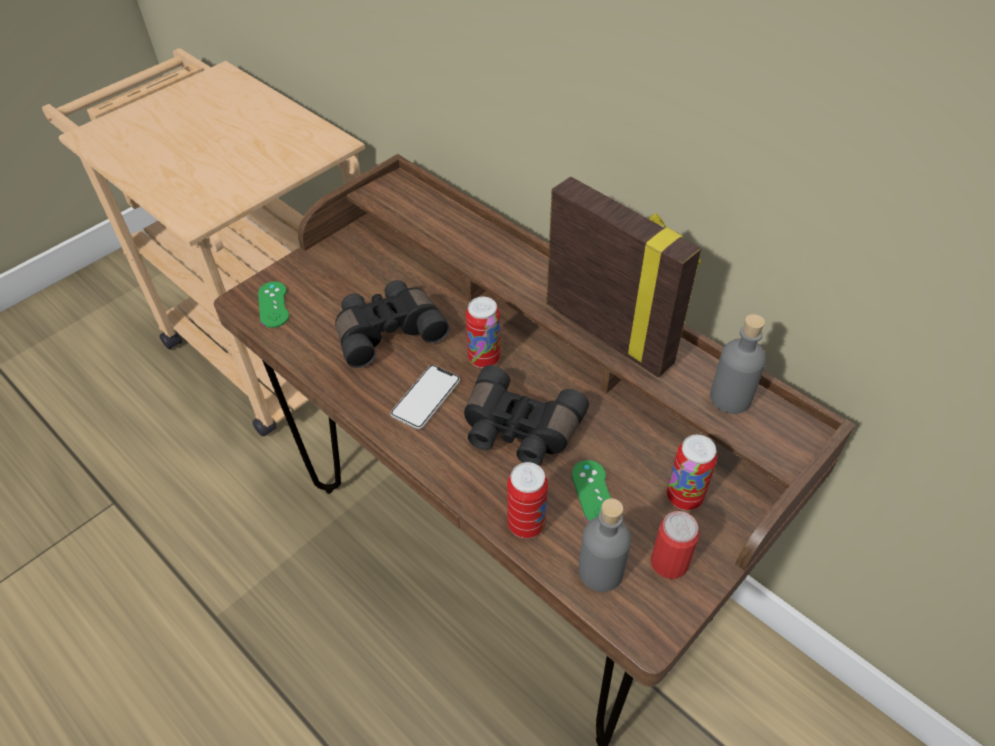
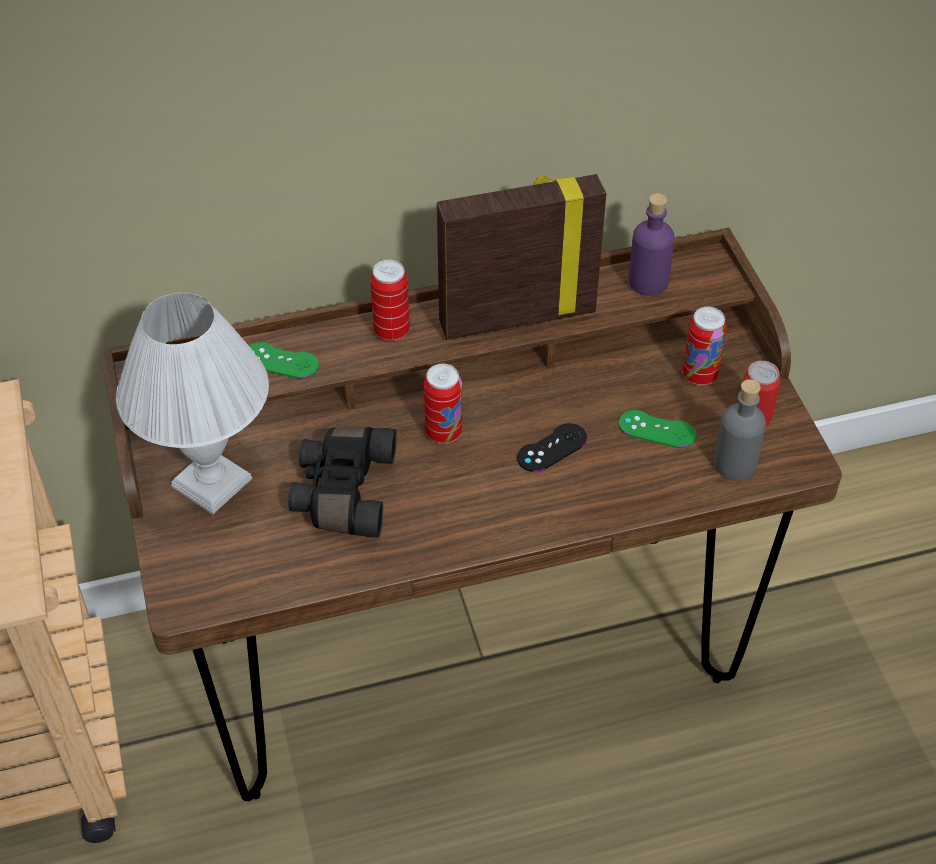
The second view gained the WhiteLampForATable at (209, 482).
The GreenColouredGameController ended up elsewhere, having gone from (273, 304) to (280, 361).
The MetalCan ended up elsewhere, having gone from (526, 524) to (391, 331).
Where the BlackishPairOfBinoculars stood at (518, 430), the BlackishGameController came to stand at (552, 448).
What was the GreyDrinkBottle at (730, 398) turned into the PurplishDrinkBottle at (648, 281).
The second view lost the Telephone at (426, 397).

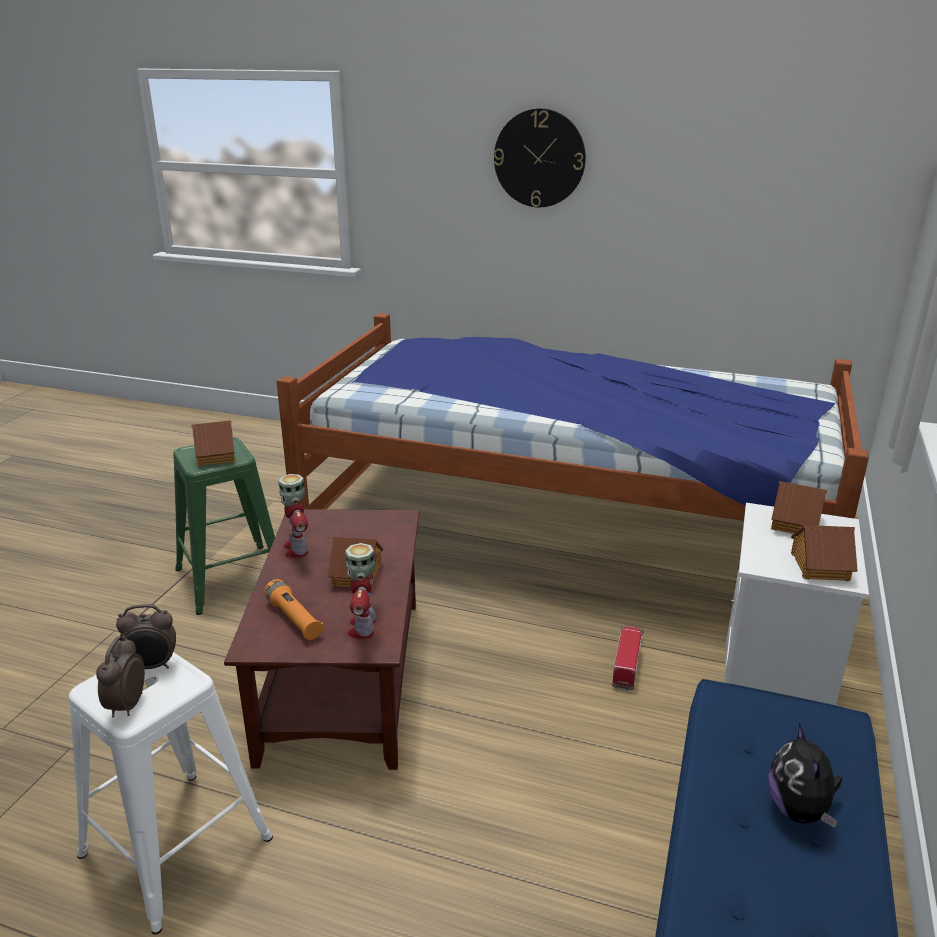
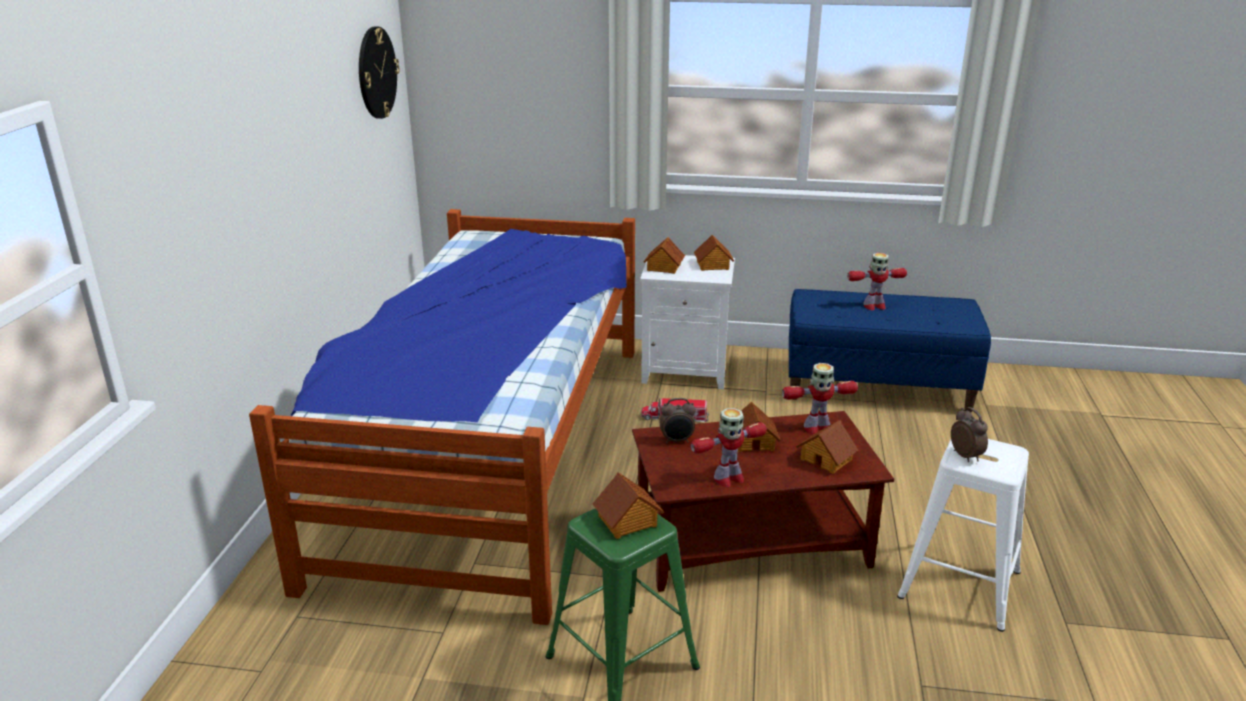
The HangingClock ended up elsewhere, having gone from (539, 158) to (376, 73).
The TableClock ended up elsewhere, having gone from (126, 705) to (677, 441).
Where the OrangeColouredFlashlight stood at (294, 619), the MiniatureHouse came to stand at (826, 459).
Where the SoftToy stood at (799, 810), the RobotFigure came to stand at (874, 306).

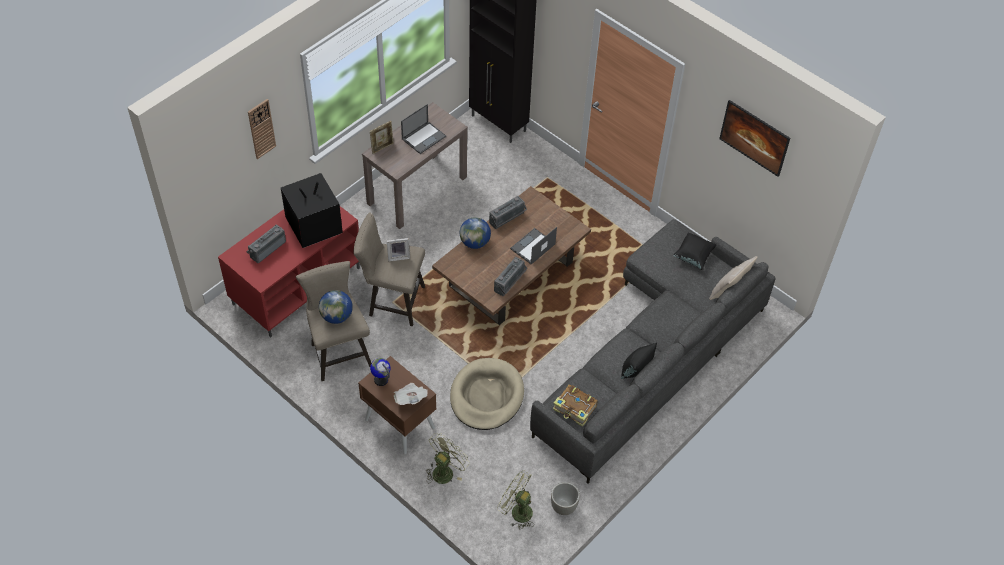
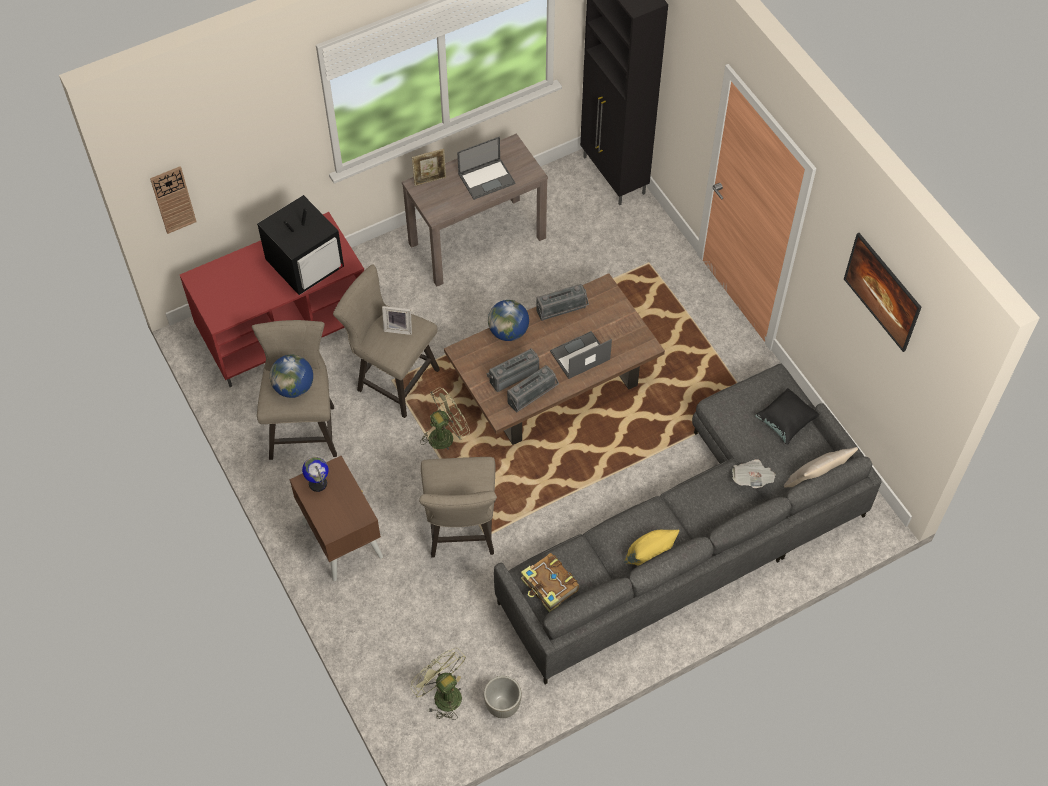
The HangingClock ended up elsewhere, having gone from (261, 128) to (173, 199).
The Television at (313, 227) ended up facing another way, 150 degrees clockwise from before.
Where the BeigeDogCushion stood at (486, 396), the BeigeStoolSeat came to stand at (461, 534).
The GreenColouredElectricFan ended up elsewhere, having gone from (445, 470) to (445, 435).
The RadioReceiver ended up elsewhere, having gone from (266, 248) to (513, 374).
What was the BlackishPillow at (636, 370) turned into the YellowColouredPillow at (649, 556).
The PrintedPaper ended up elsewhere, having gone from (410, 399) to (752, 479).

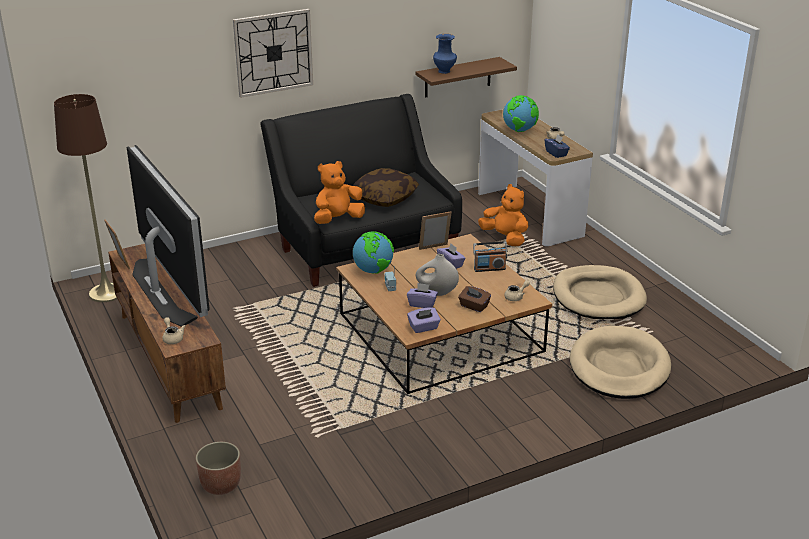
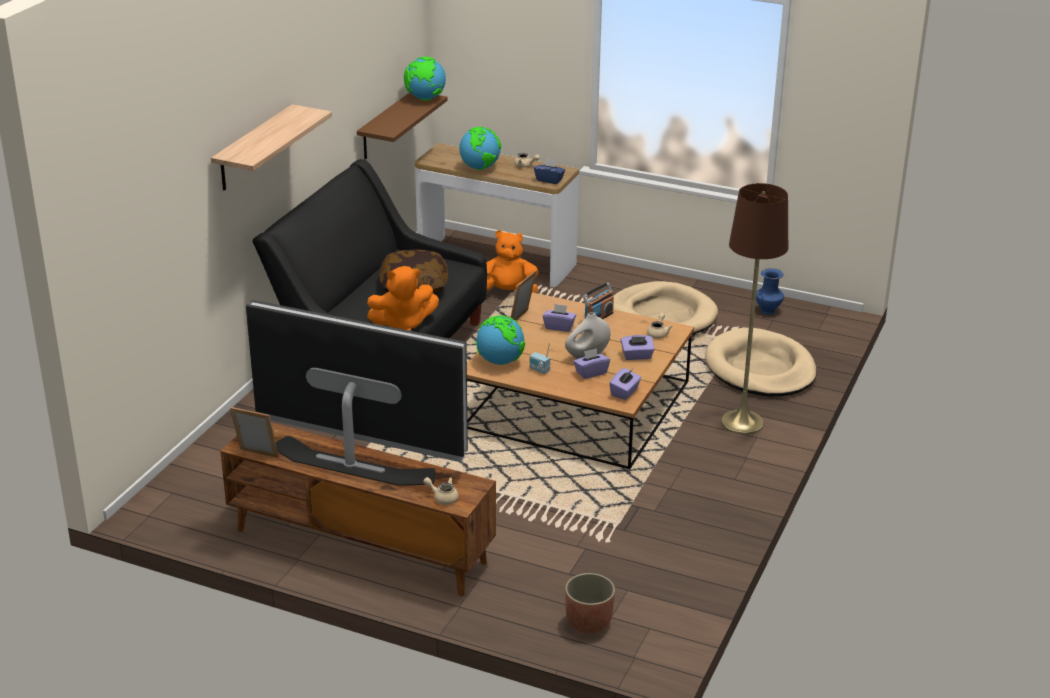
Where the HangingClock hung at (273, 52), the WallShelf came to hang at (254, 148).
The OrangeColouredSoftToy at (338, 219) ended up facing another way, 120 degrees counterclockwise from before.
The second view gained the WorldGlobe at (425, 99).
What was the BrownColouredTissueHolder at (474, 306) turned into the PurplishTissueHolder at (637, 356).
The BrownColouredFloorLamp ended up elsewhere, having gone from (106, 293) to (742, 422).
The BlueColouredFlowerVase ended up elsewhere, having gone from (445, 71) to (768, 311).

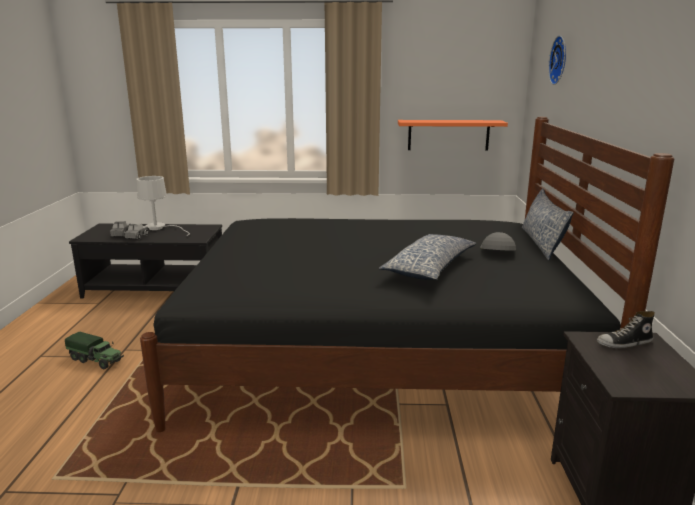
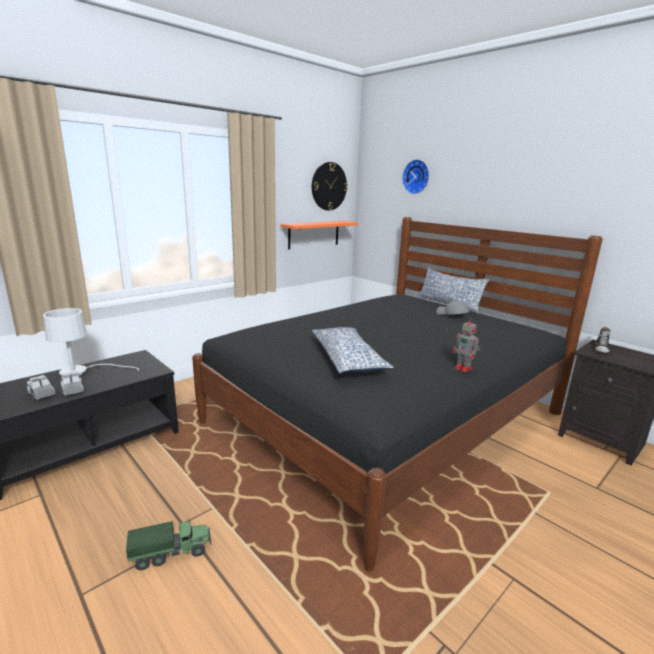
The Pillow ended up elsewhere, having gone from (430, 268) to (347, 359).
The second view gained the HangingClock at (329, 186).
The second view gained the RobotFigure at (464, 368).

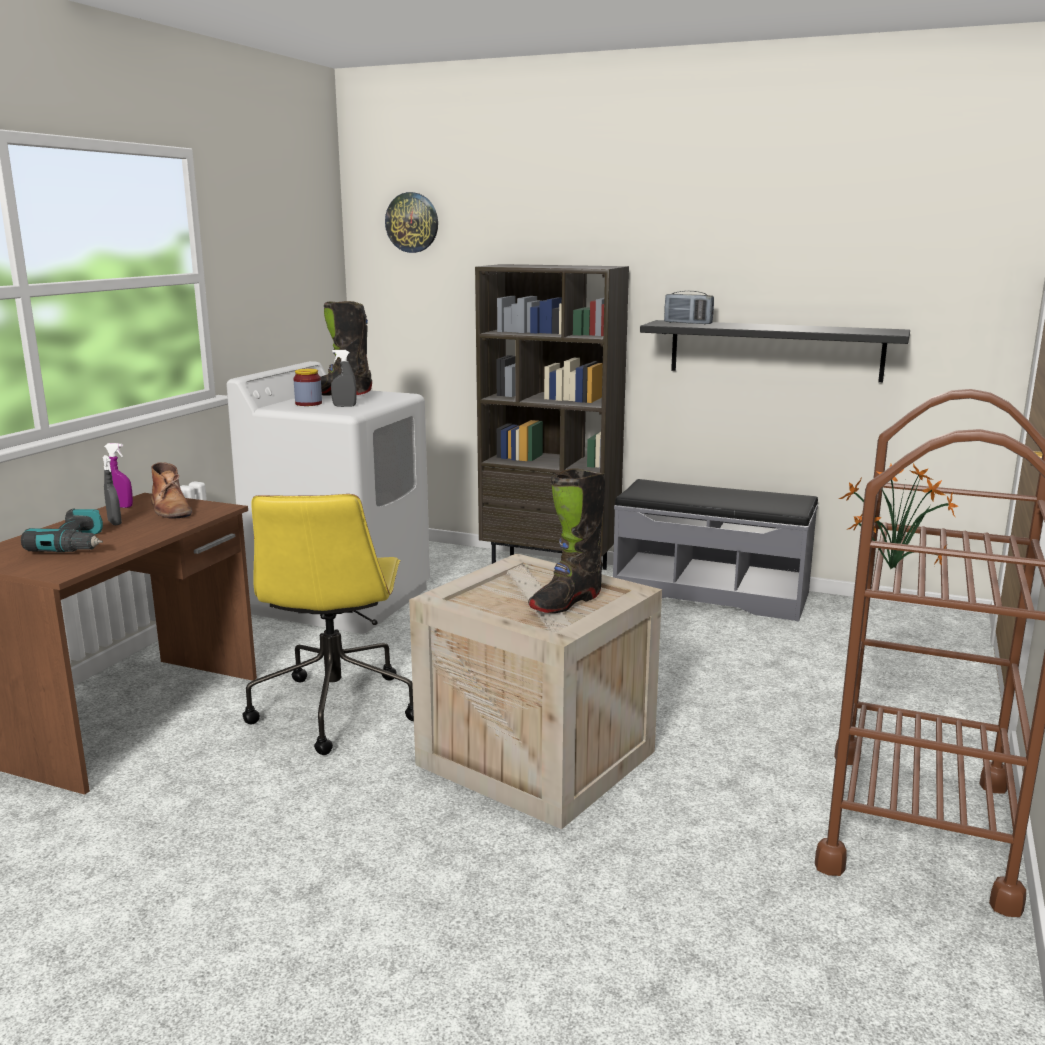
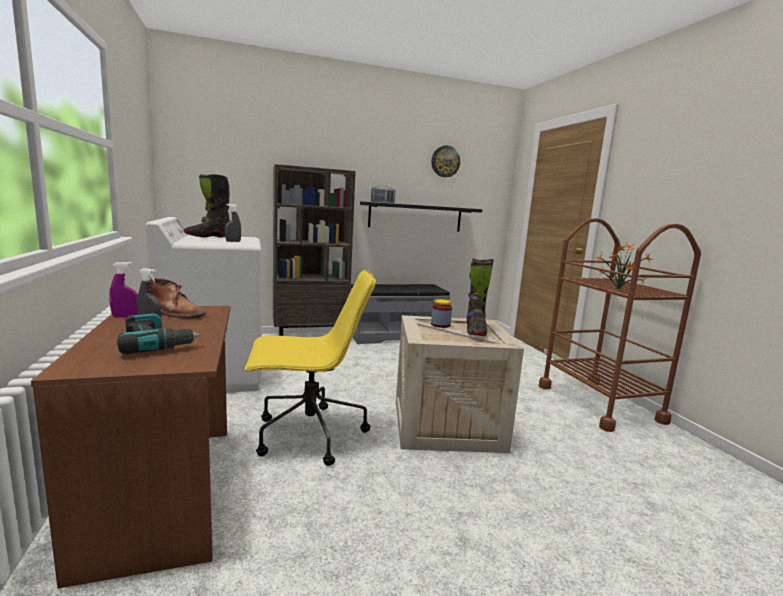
The YellowColouredDeskChair at (335, 708) ended up facing another way, 60 degrees counterclockwise from before.
The HangingClock ended up elsewhere, having gone from (412, 222) to (445, 161).
The PreserveJar ended up elsewhere, having gone from (308, 403) to (440, 325).

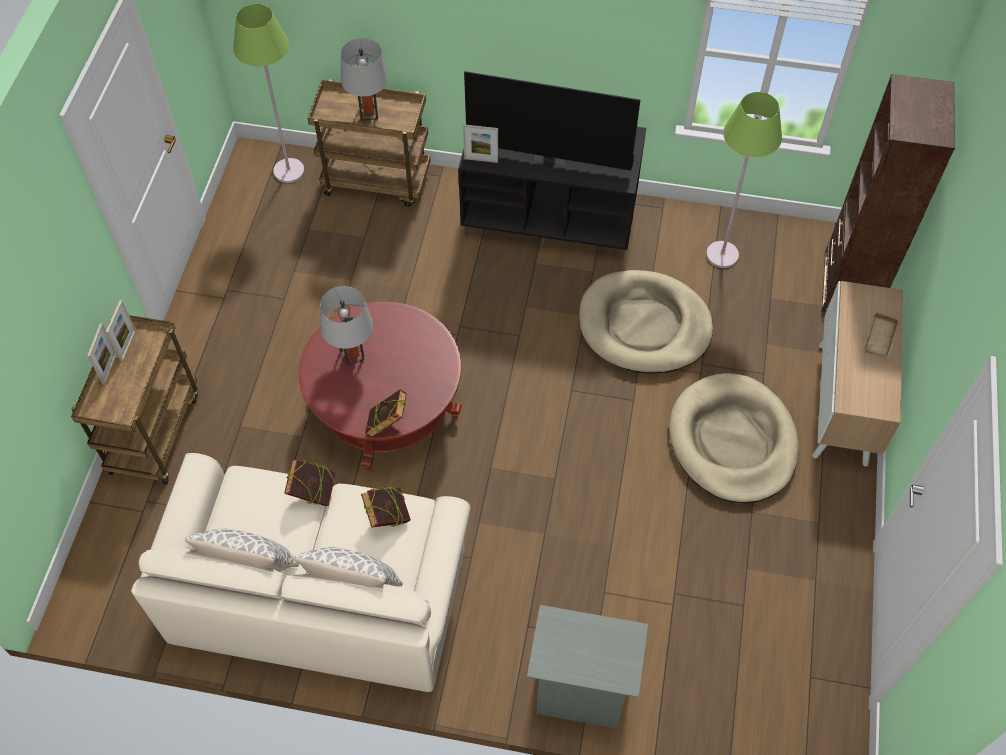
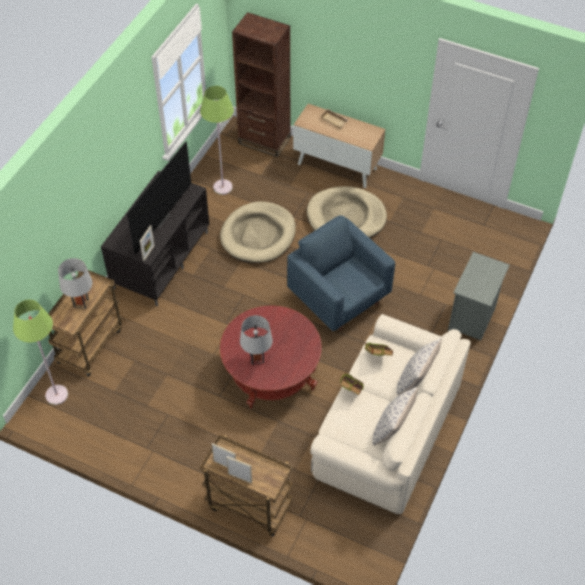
The second view gained the BlueColouredLoungeChair at (339, 298).
The second view lost the Book at (387, 424).

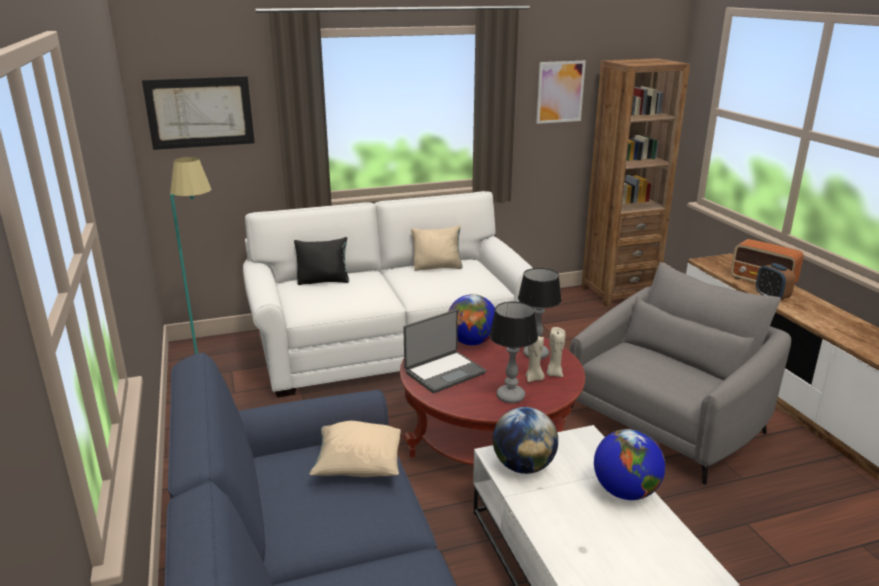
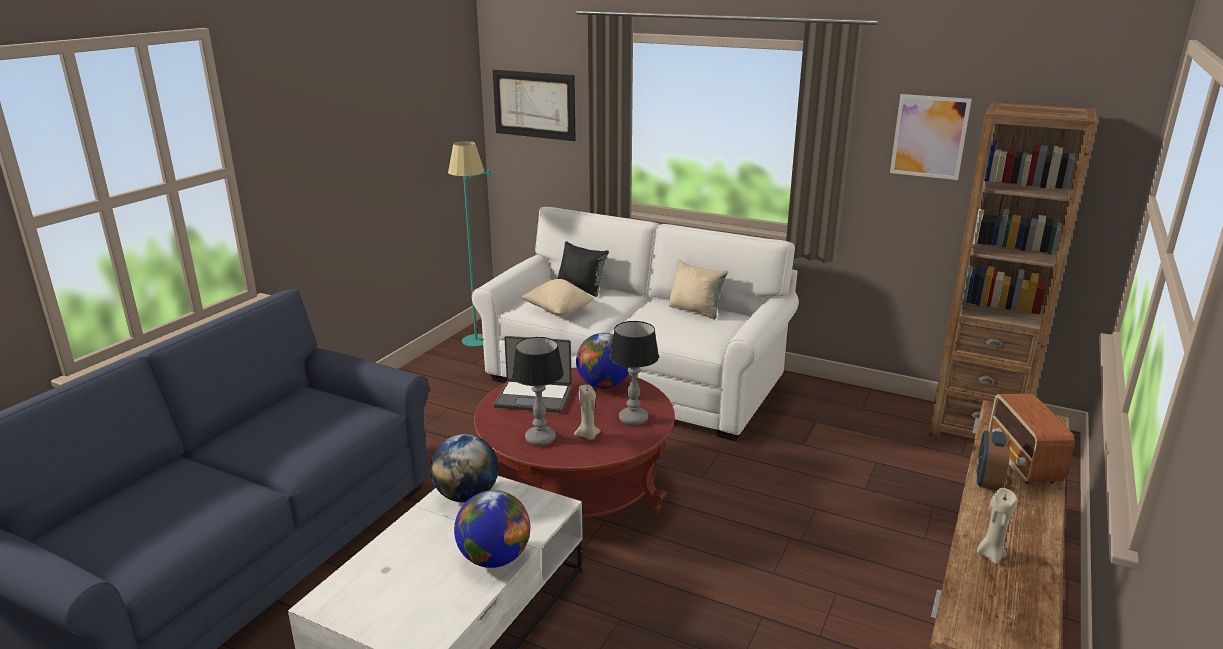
The BeigePillow ended up elsewhere, having gone from (358, 468) to (558, 311).
The BeigeWaxLight ended up elsewhere, having gone from (554, 374) to (990, 554).
The second view lost the GreyLoungeChair at (666, 422).

